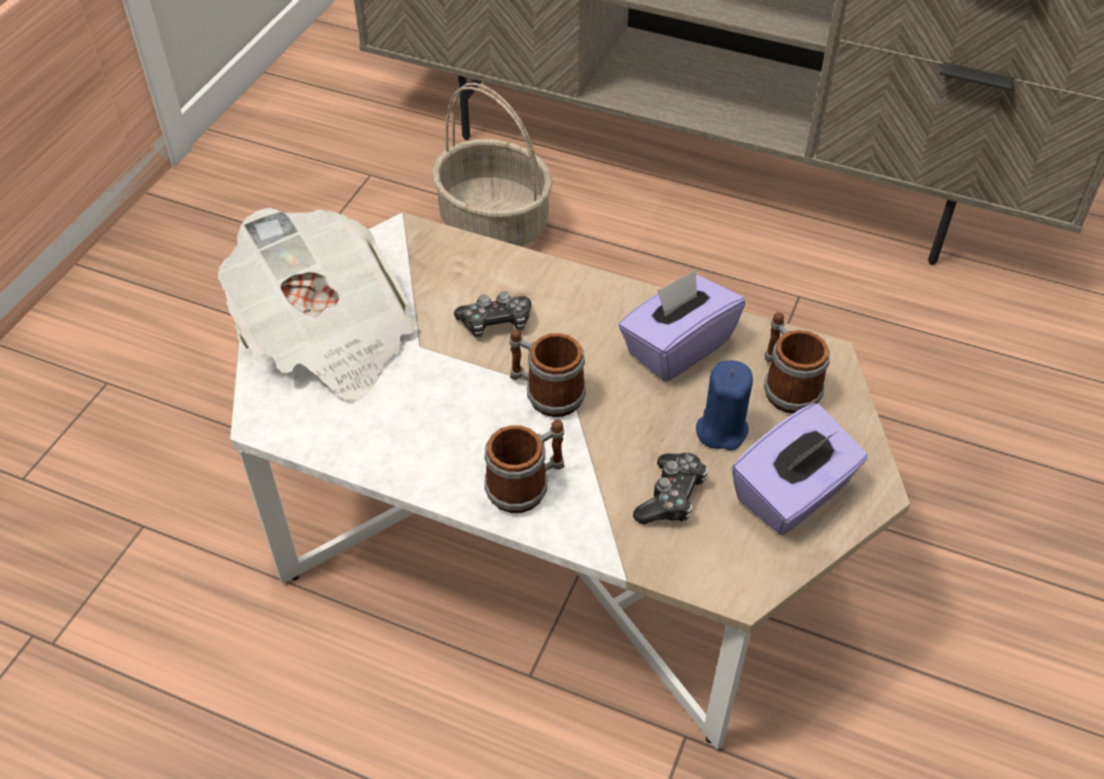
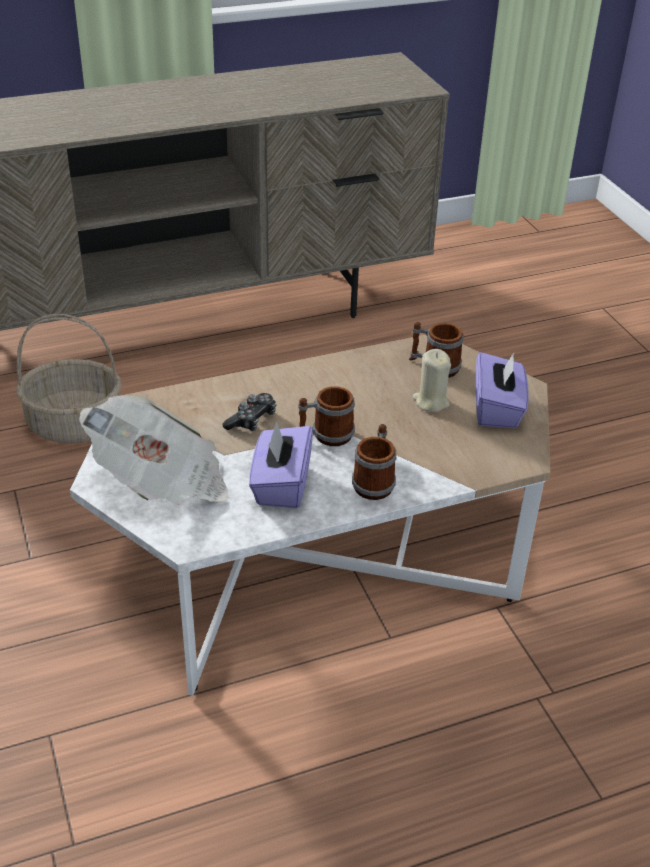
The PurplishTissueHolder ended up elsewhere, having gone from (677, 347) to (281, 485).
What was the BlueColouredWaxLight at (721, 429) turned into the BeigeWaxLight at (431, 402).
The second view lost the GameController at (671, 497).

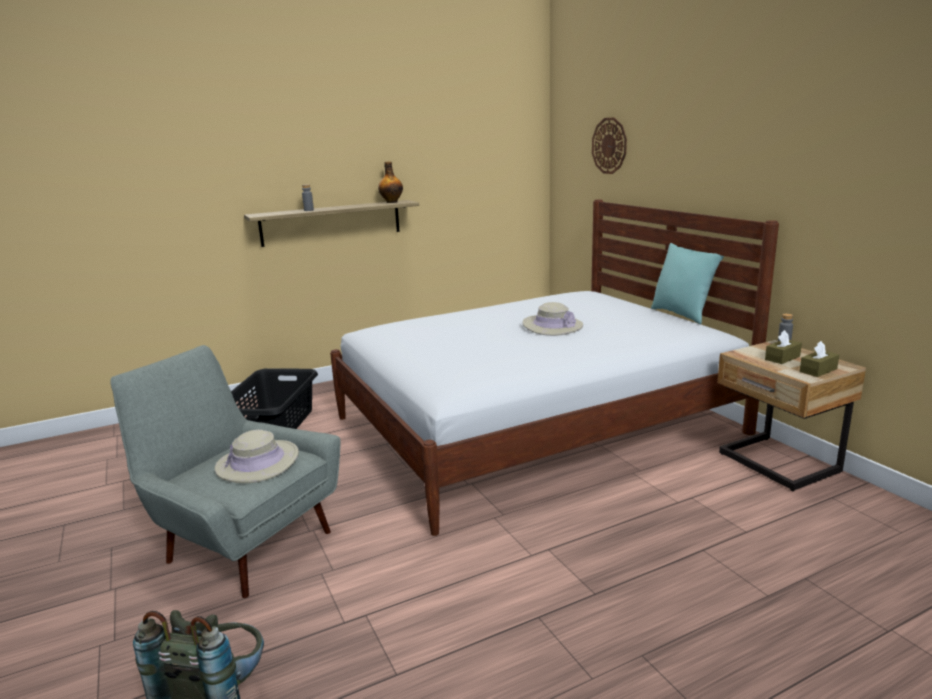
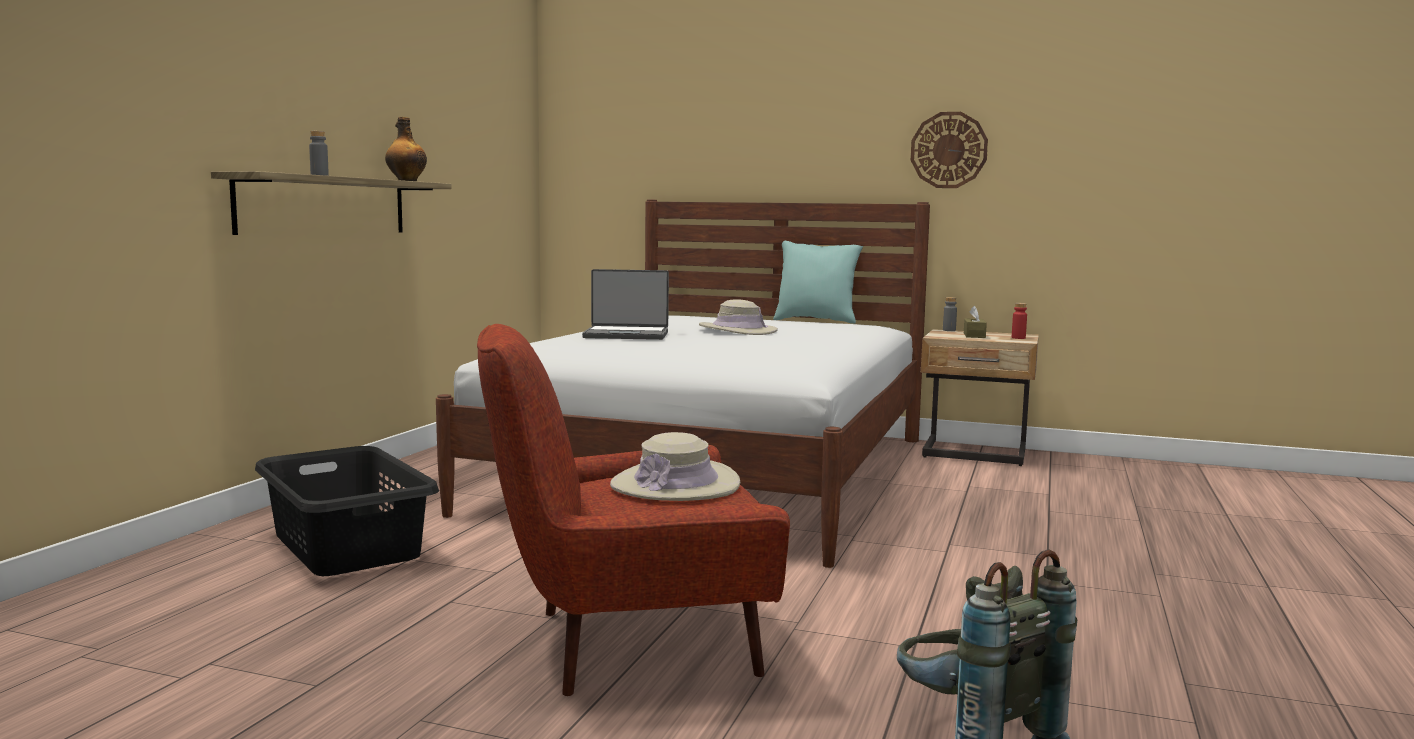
What was the GreyLoungeChair at (243, 543) turned into the RedLoungeChair at (629, 643).
The second view gained the NotebookComputer at (626, 335).
The HangingClock ended up elsewhere, having gone from (609, 146) to (948, 150).
Where the BrownColouredTissueHolder stood at (818, 370), the RedDrinkBottle came to stand at (1018, 338).

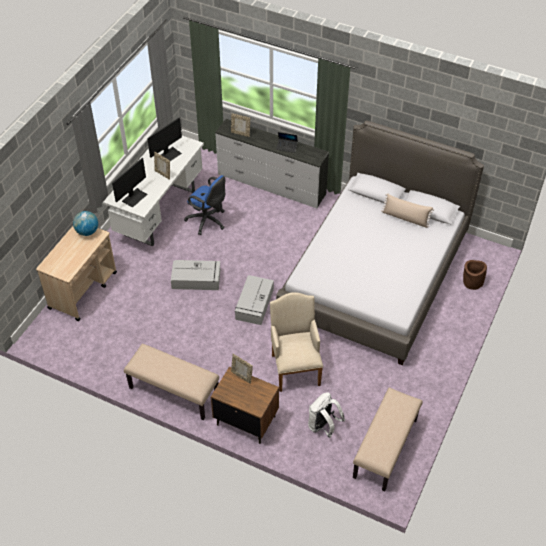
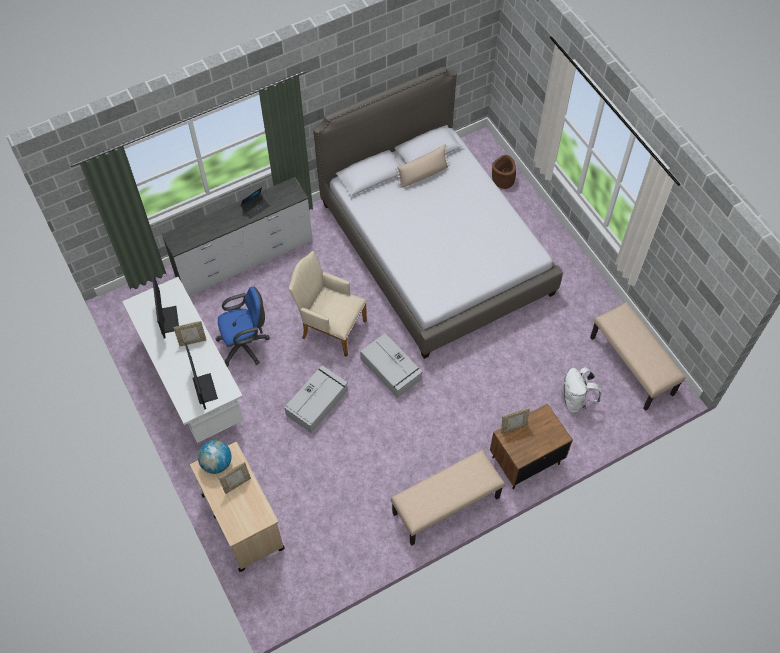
The PhotoFrame ended up elsewhere, having gone from (240, 133) to (237, 484).
The BeigeLoungeChair ended up elsewhere, having gone from (295, 366) to (330, 327).

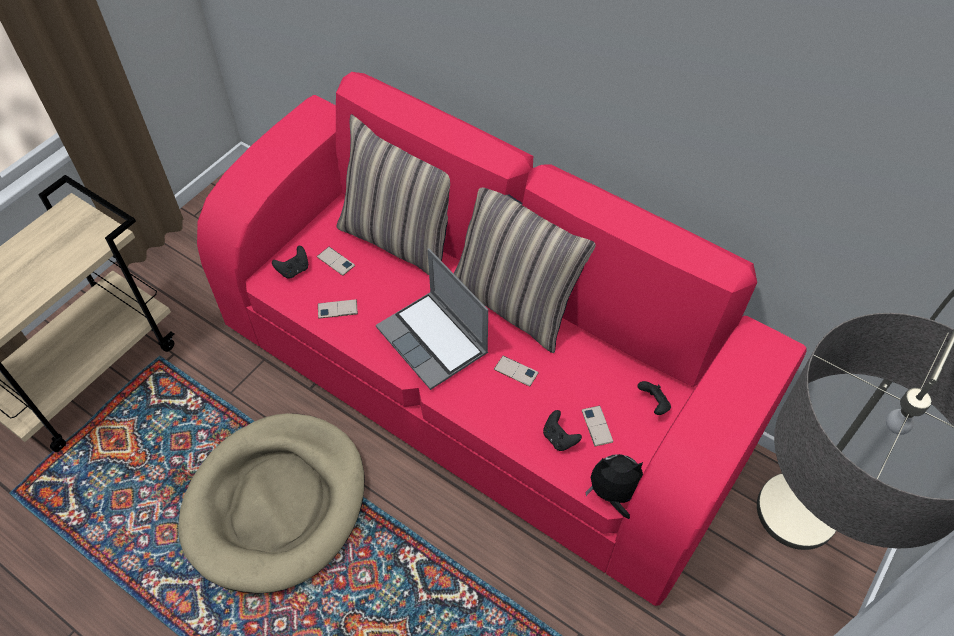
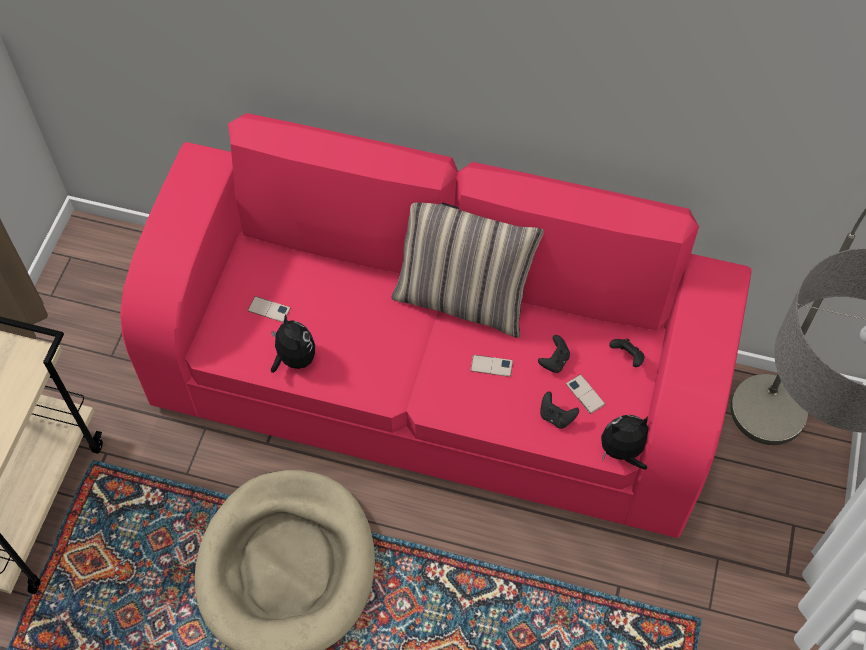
Where the Telephone stood at (337, 309), the SoftToy came to stand at (294, 358).
The BlackishGameController ended up elsewhere, having gone from (294, 270) to (554, 361).
The second view lost the Pillow at (401, 240).
The second view lost the NotebookComputer at (434, 341).

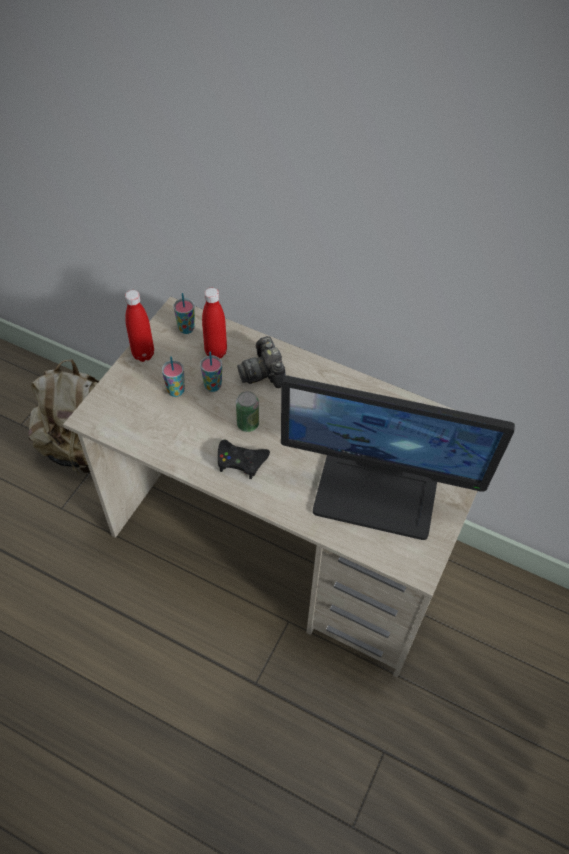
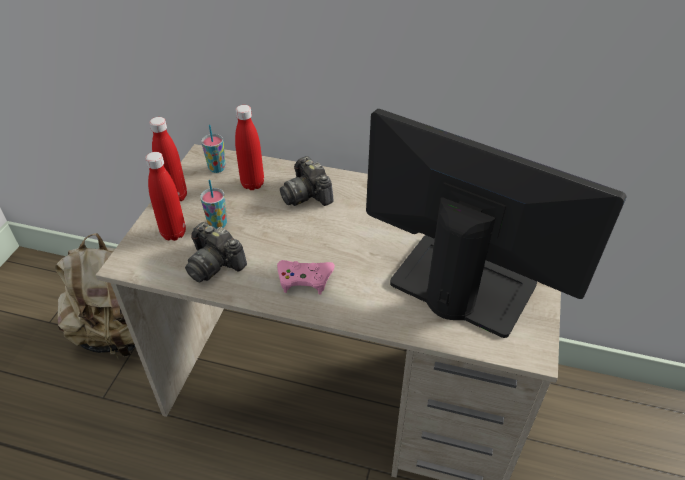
The second view gained the RedDrinkBottle at (173, 233).
The second view gained the PhotoCamera at (214, 264).
What was the BlackishGameController at (241, 461) turned into the PinkishGameController at (304, 279).
The Monitor at (377, 493) ended up facing another way, 150 degrees counterclockwise from before.
The second view lost the DrinkingCup at (213, 386).
The second view lost the MetalCan at (247, 424).

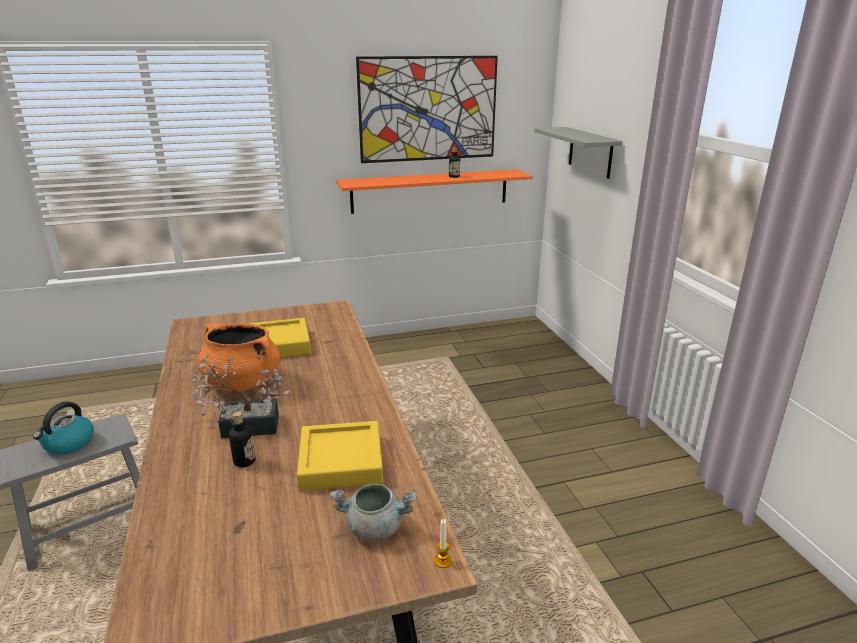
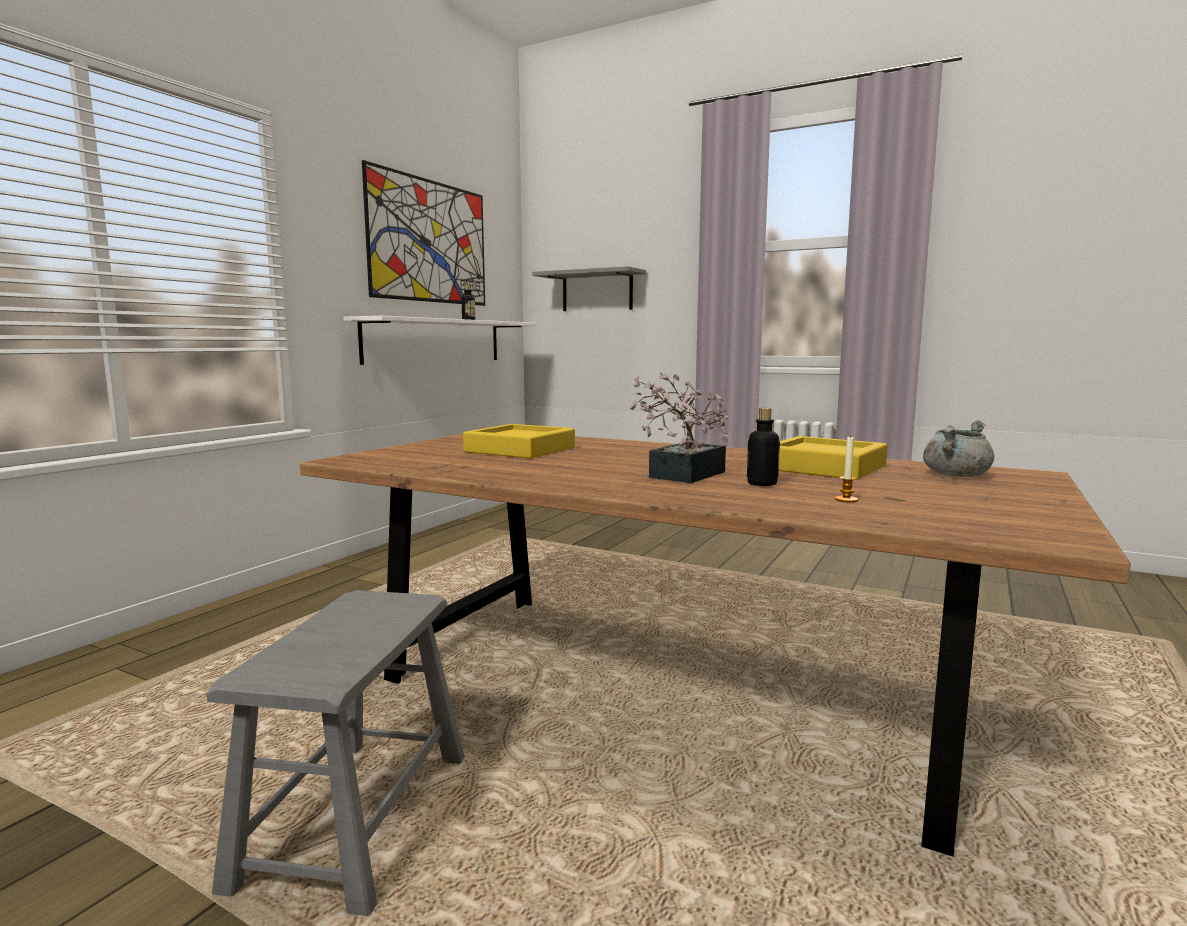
What was the OrangeColouredWallShelf at (430, 191) turned into the WhiteWallShelf at (435, 341).
The WaxLight ended up elsewhere, having gone from (443, 561) to (846, 500).
The second view lost the Kettle at (69, 444).
The second view lost the OrangeColouredSaucepot at (242, 383).

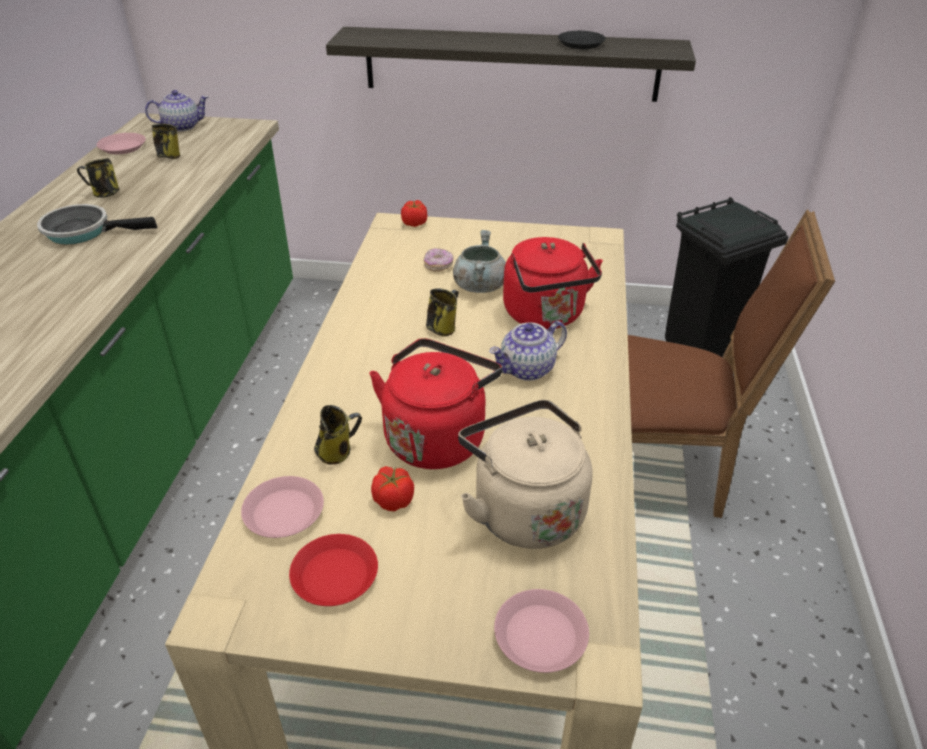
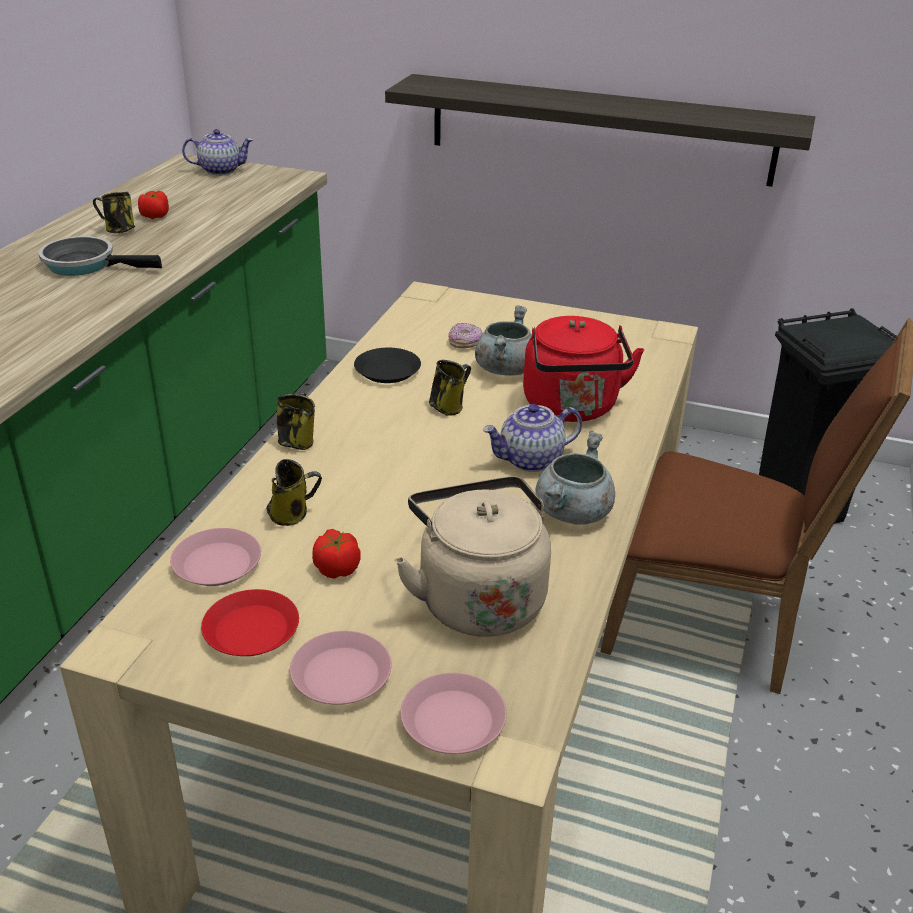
The WholeTomato ended up elsewhere, having gone from (414, 223) to (155, 216).
The CoffeeMug ended up elsewhere, having gone from (170, 156) to (297, 441).
The PinkishFlatDish ended up elsewhere, having gone from (123, 147) to (341, 675).
The BlackishFlatDish ended up elsewhere, having gone from (581, 44) to (388, 370).
The second view gained the GreySaucepot at (573, 513).
The second view lost the RedKettle at (437, 437).

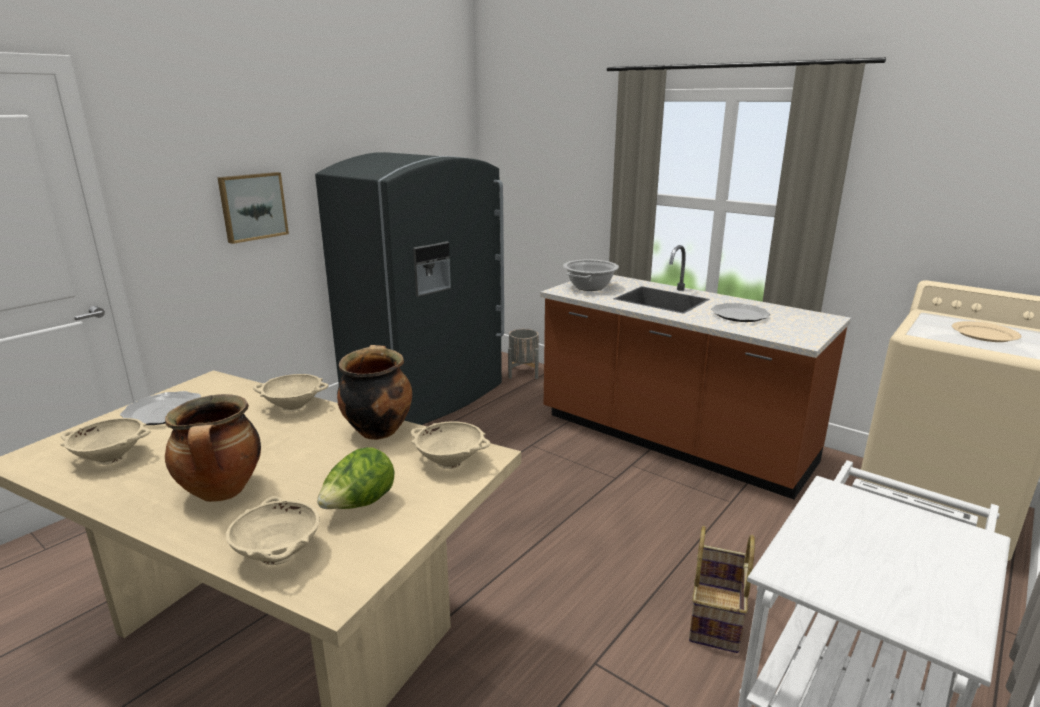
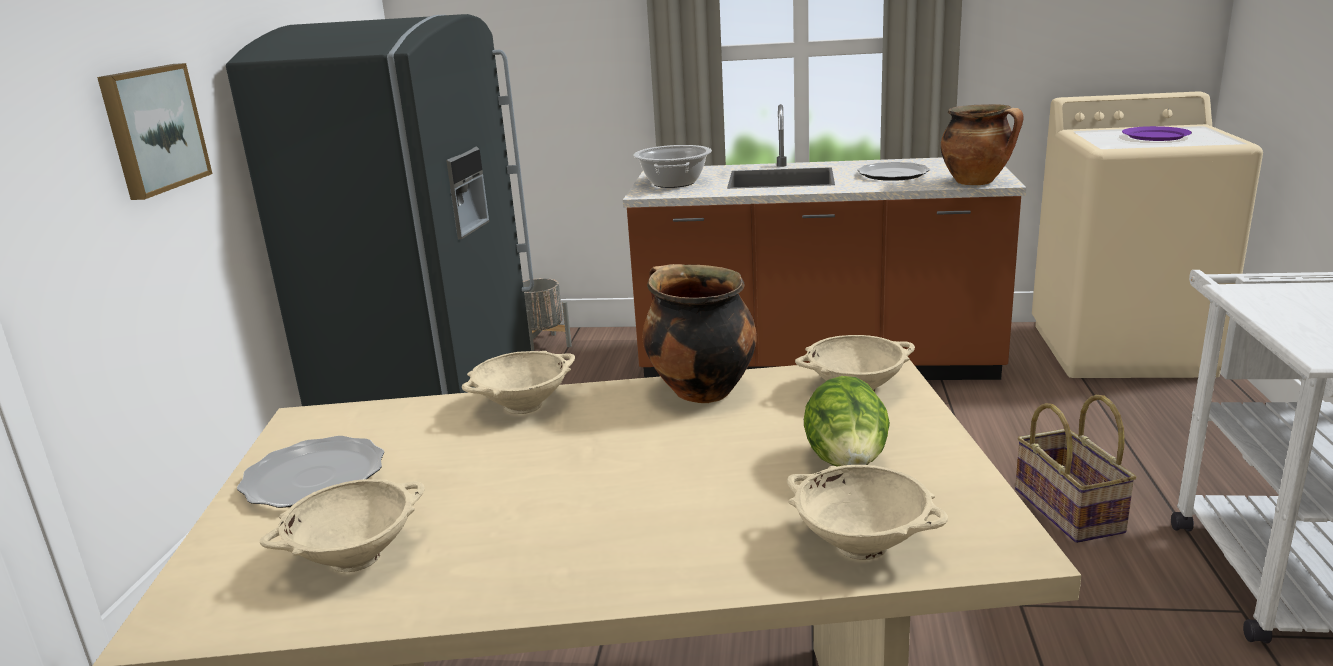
The Saucepot ended up elsewhere, having gone from (223, 492) to (977, 182).
What was the BeigeFlatDish at (984, 334) turned into the PurplishFlatDish at (1156, 136).

